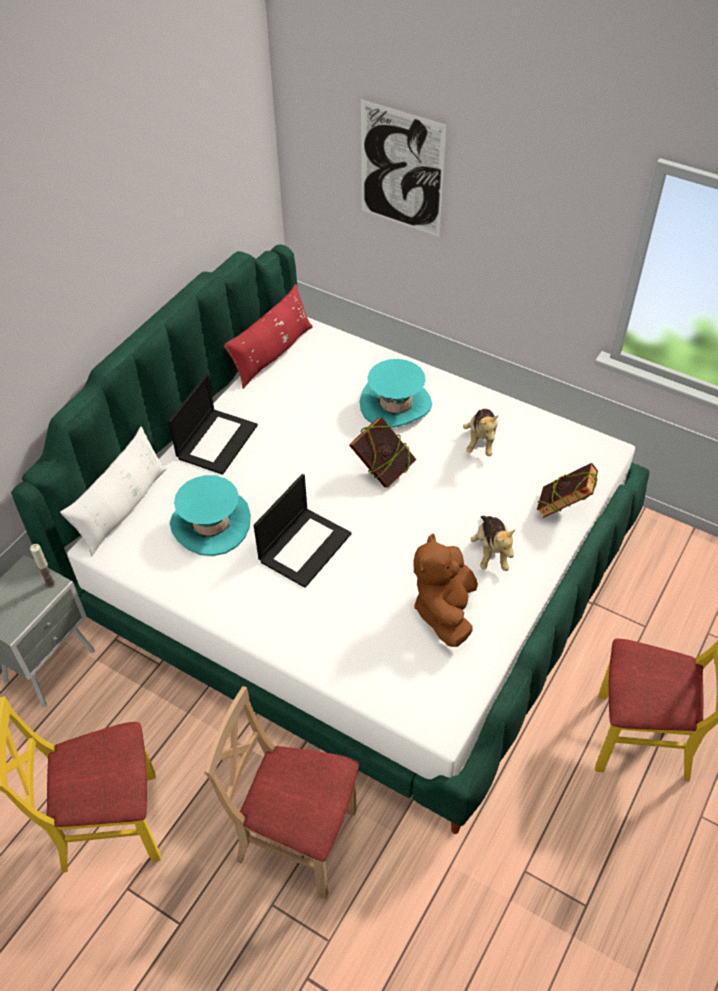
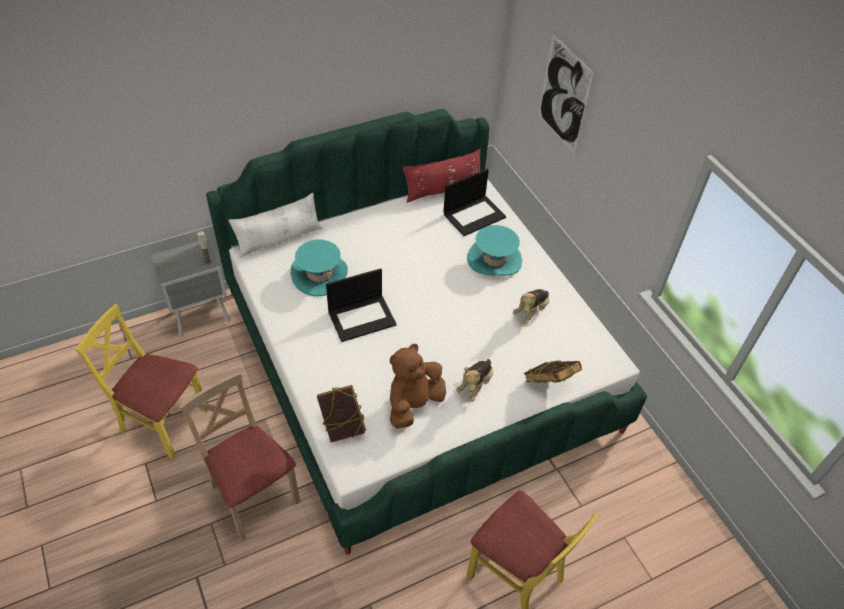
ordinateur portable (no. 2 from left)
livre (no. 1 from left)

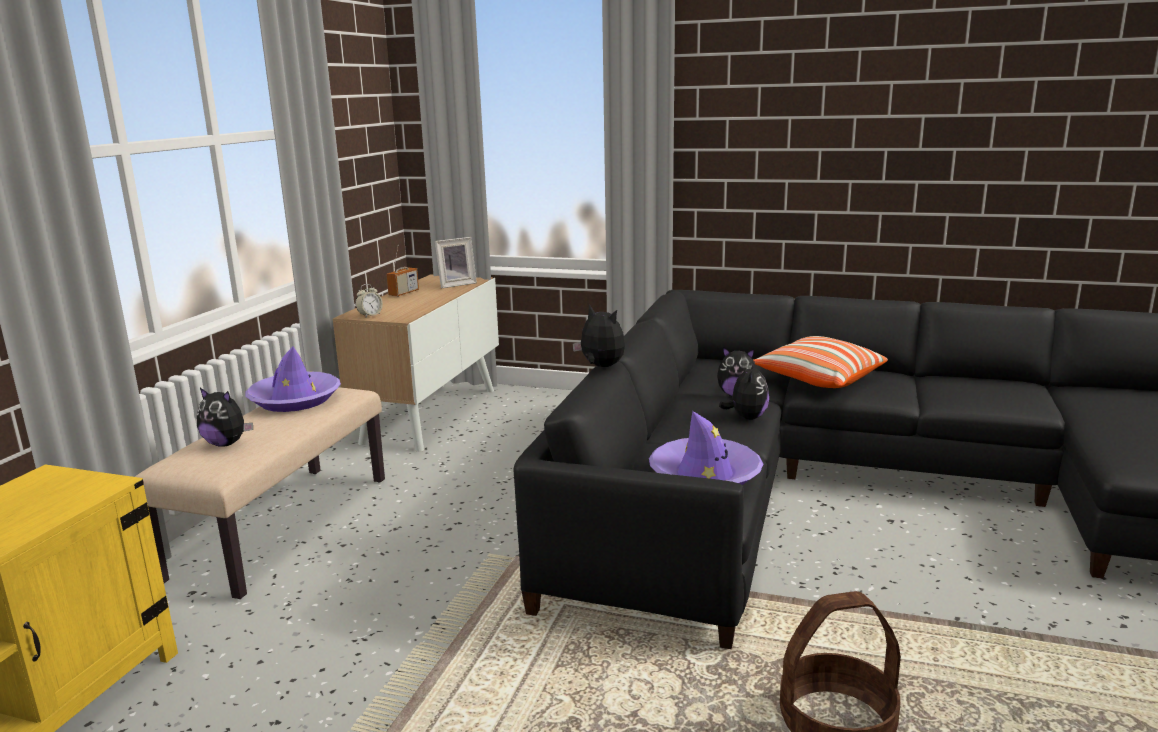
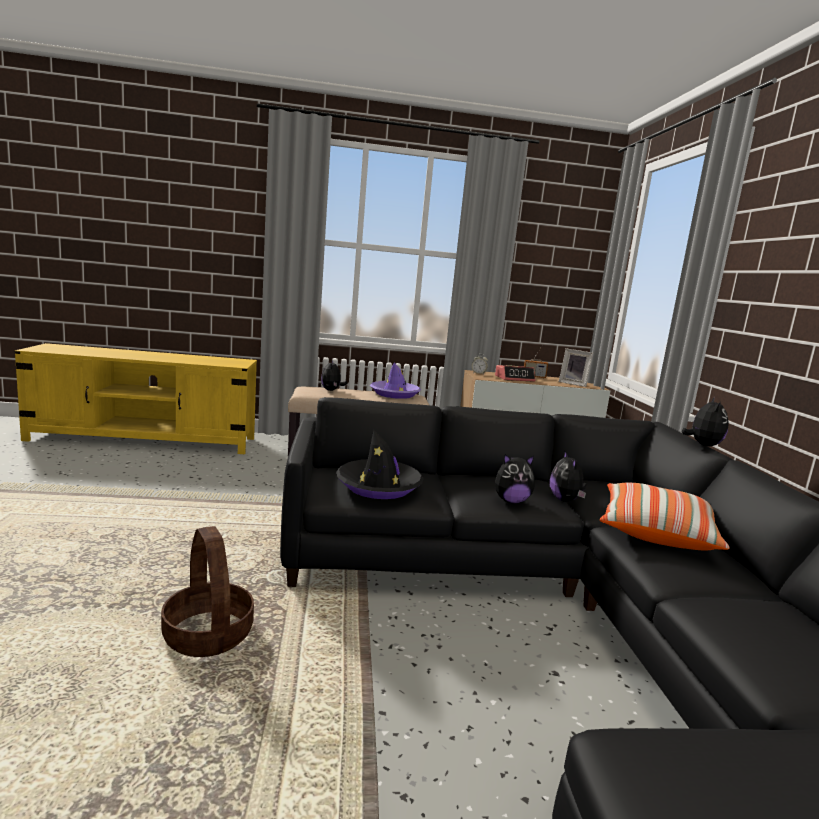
peluche (no. 4 from left)
chapeau [noir]
réveil (no. 2 from left)

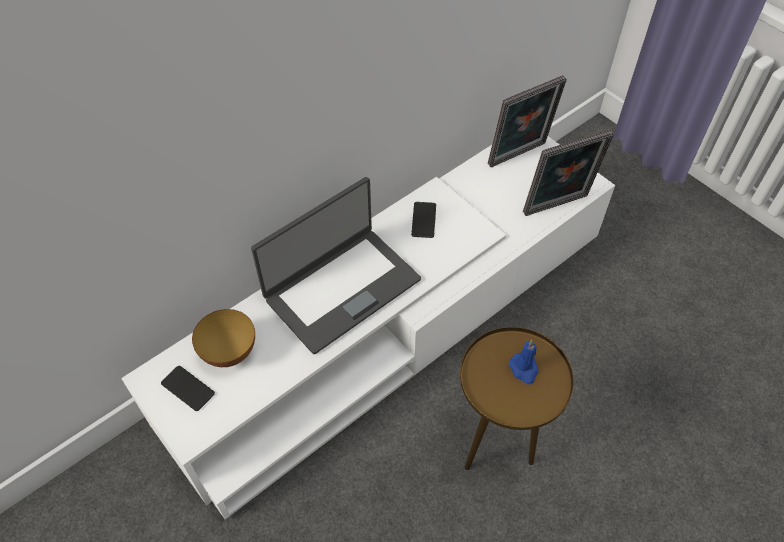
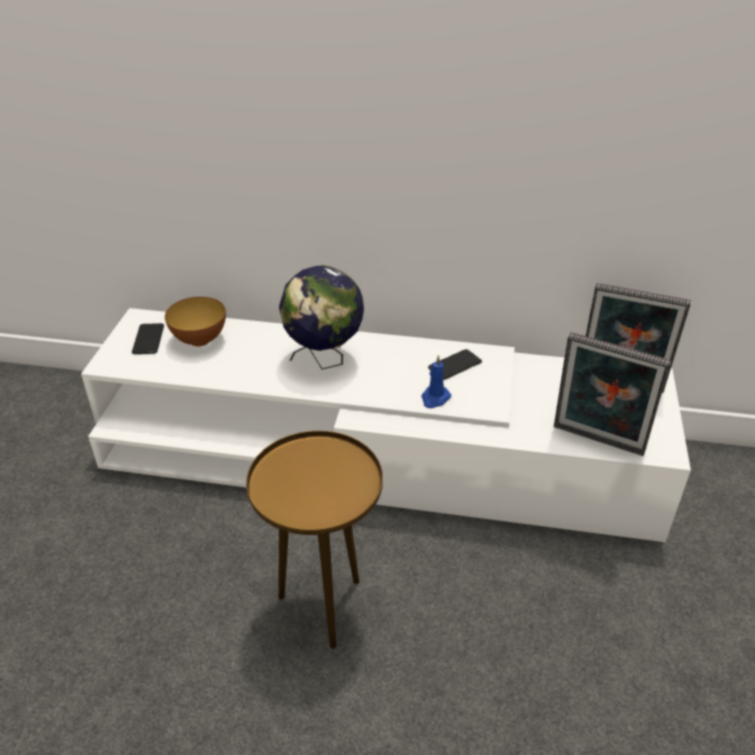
globe
bougie [bleu]

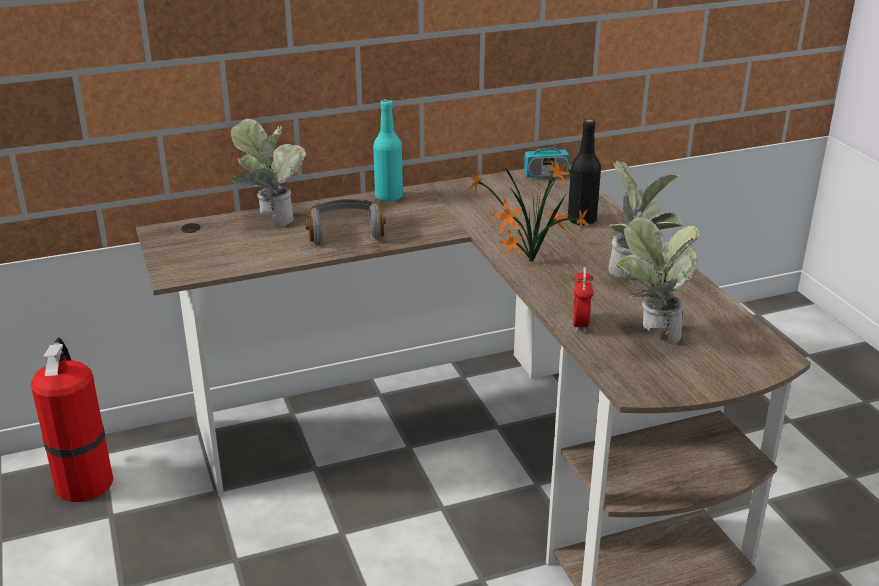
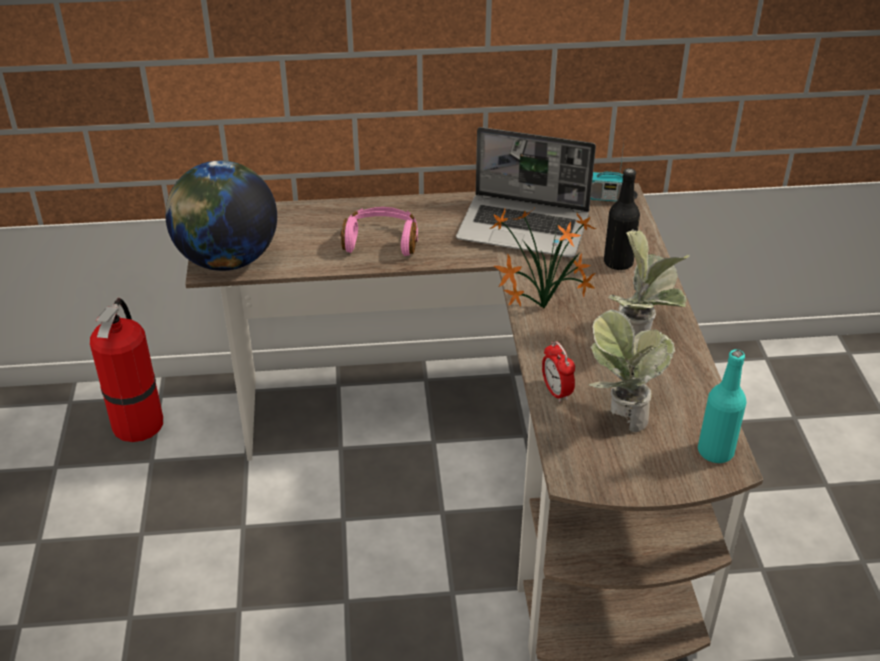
bouteille [turquoise]
plante en pot (no. 1 from left in the first image)
casque audio [rose]
réveil
ordinateur portable
globe

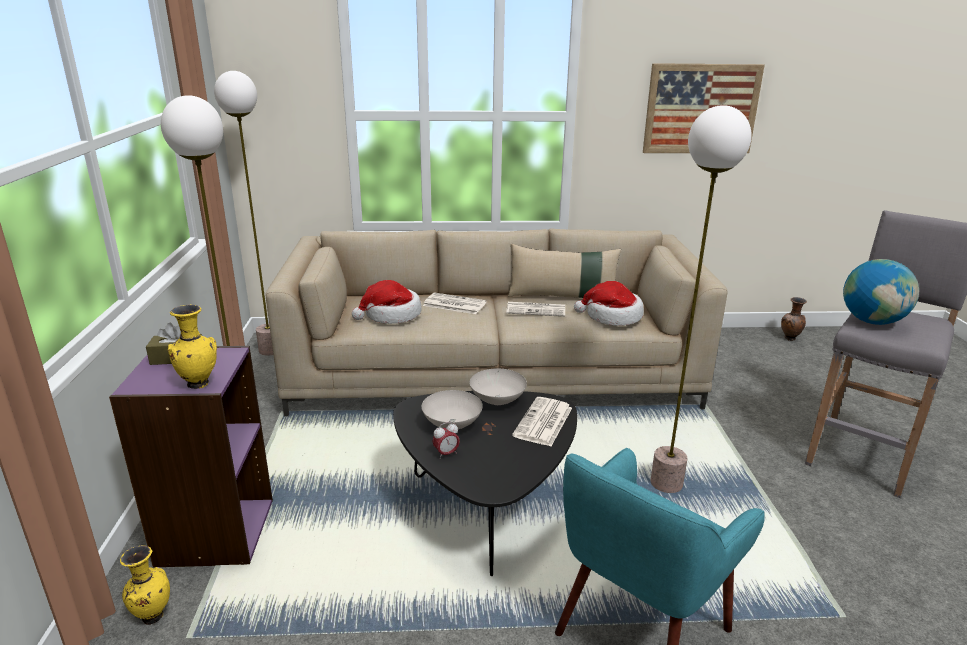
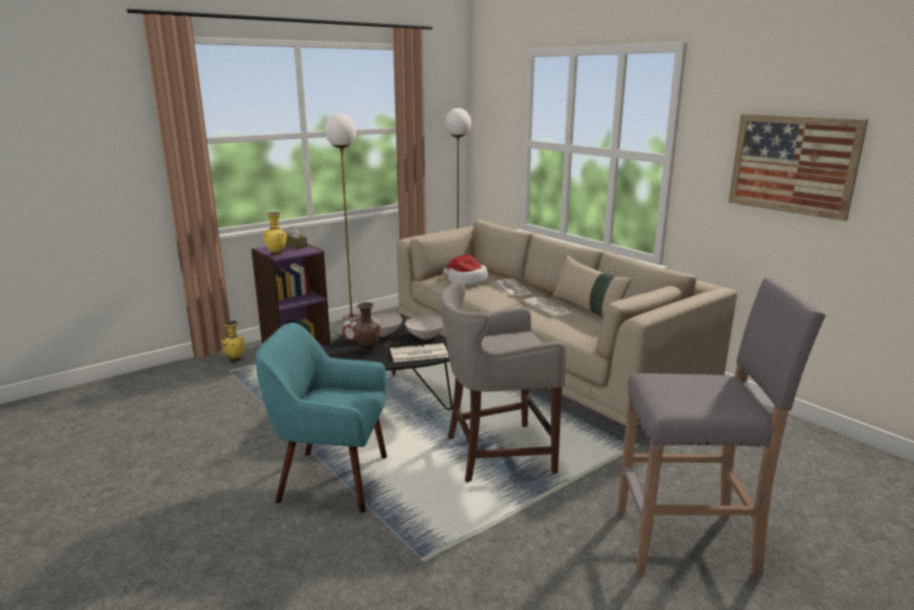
tabouret [gris] (no. 1 from left)
globe
chapeau (no. 2 from left in the first image)
vase [marron]

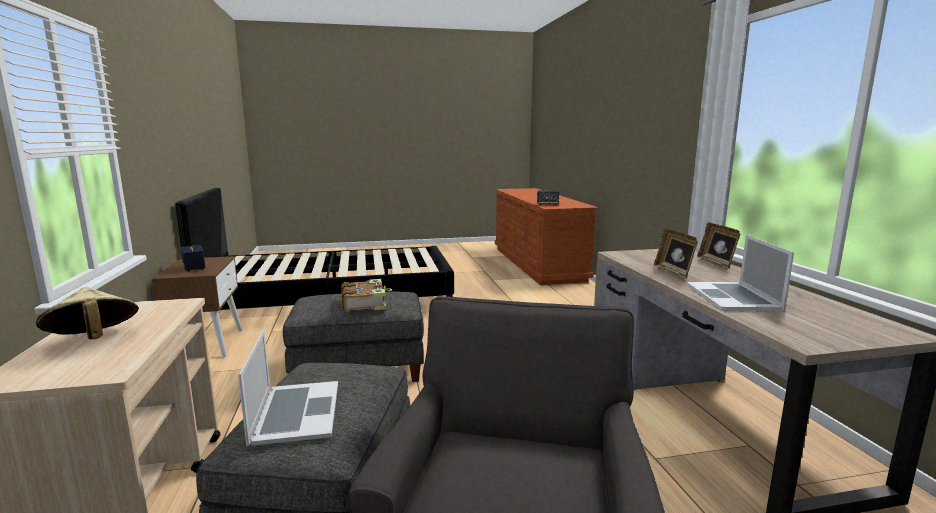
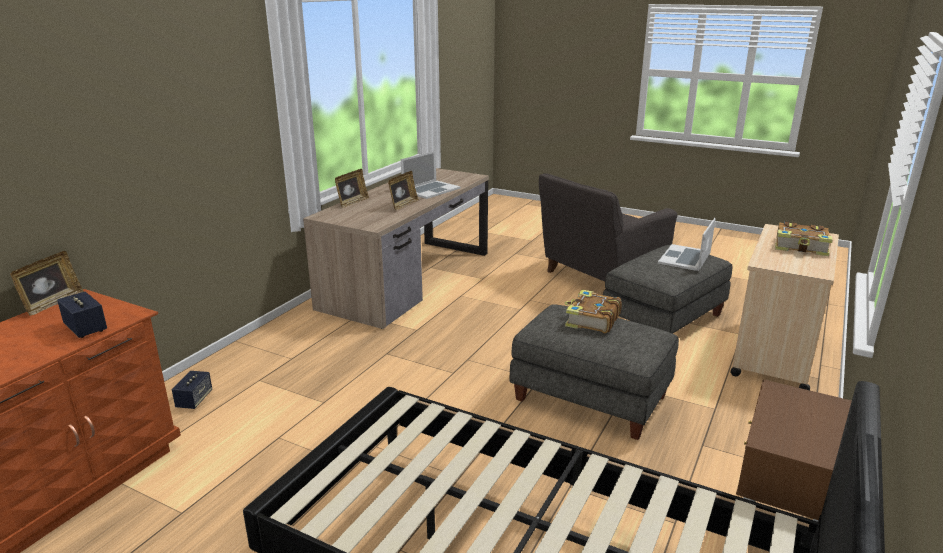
enceinte (no. 2 from left)
livre (no. 2 from left)
cadre photo (no. 1 from left)

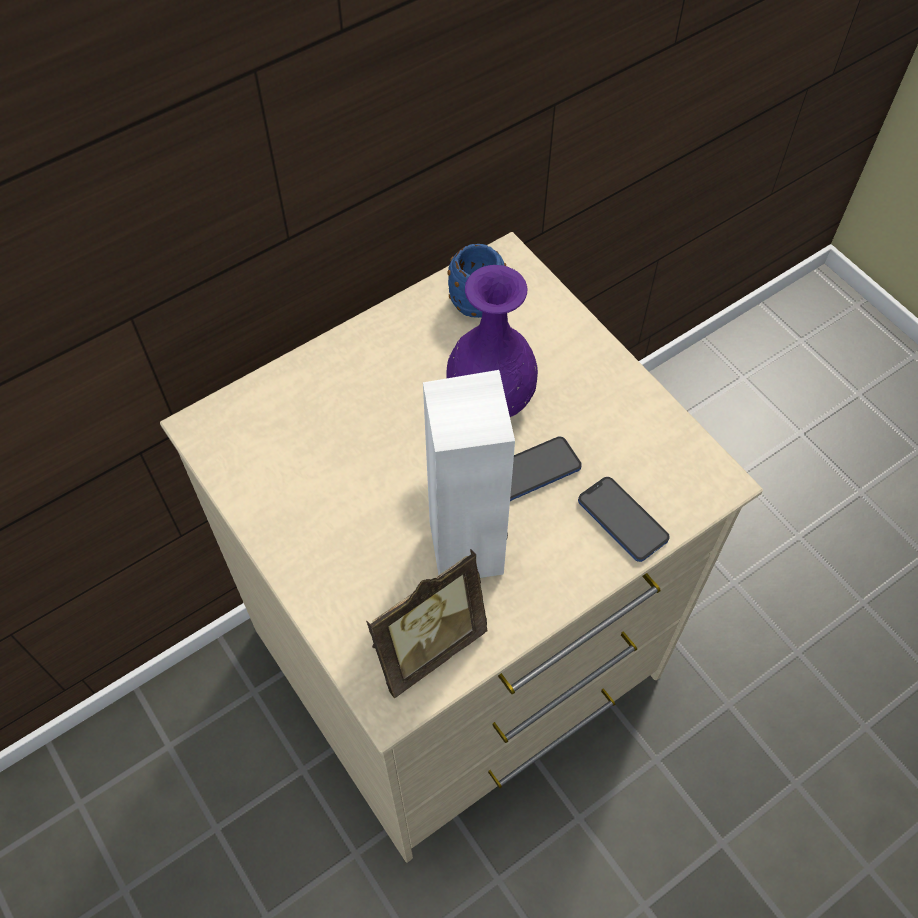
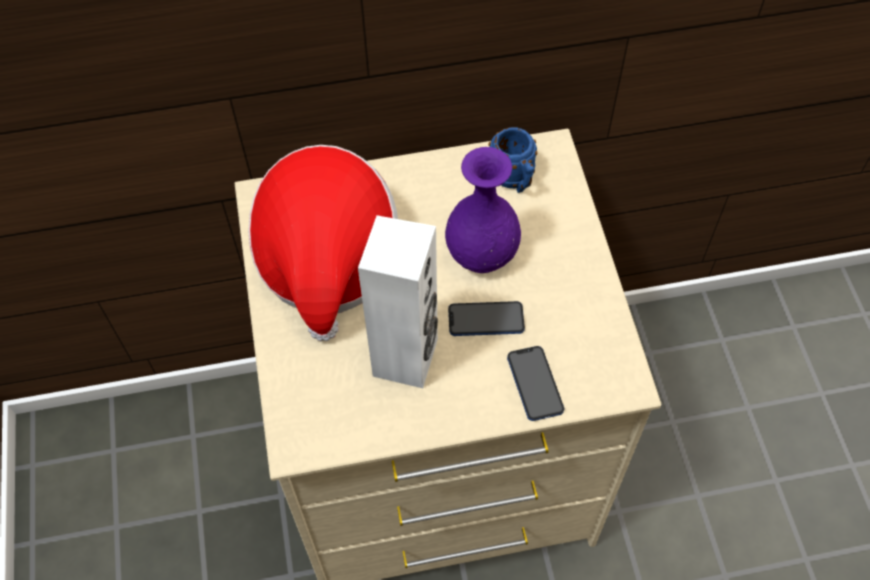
cadre photo
chapeau

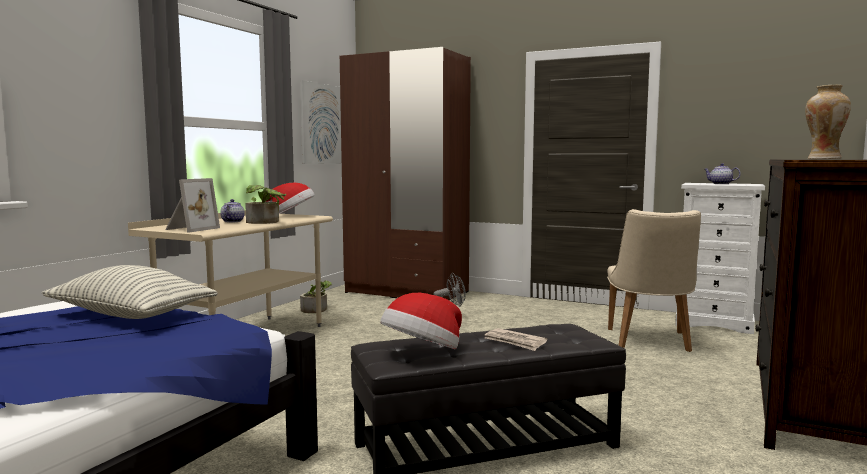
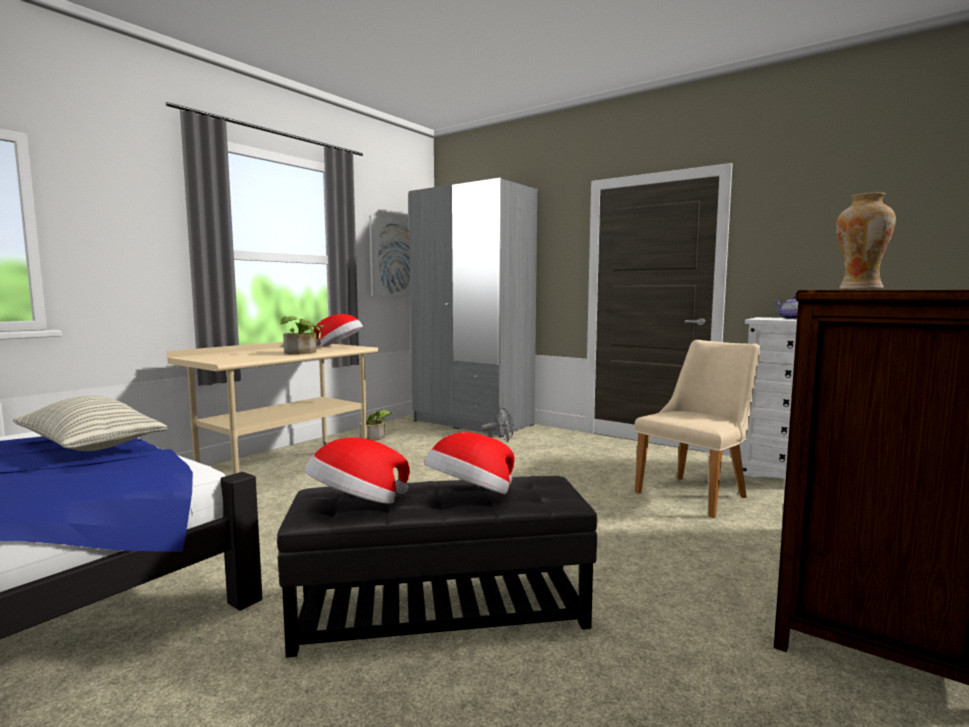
armoire [gris]
cadre photo
théière (no. 1 from left in the first image)
chaise [beige]
chapeau (no. 3 from left)

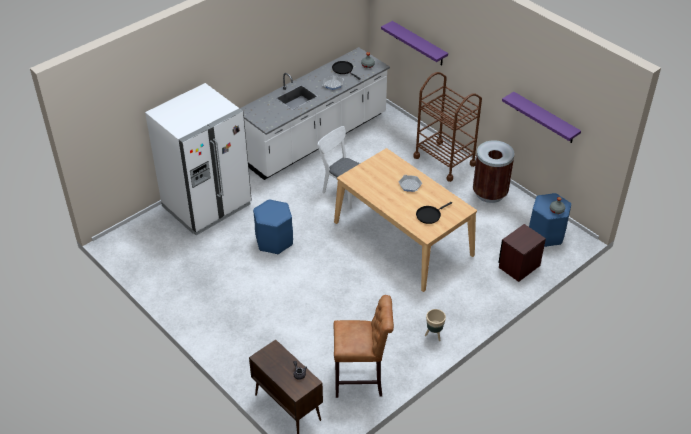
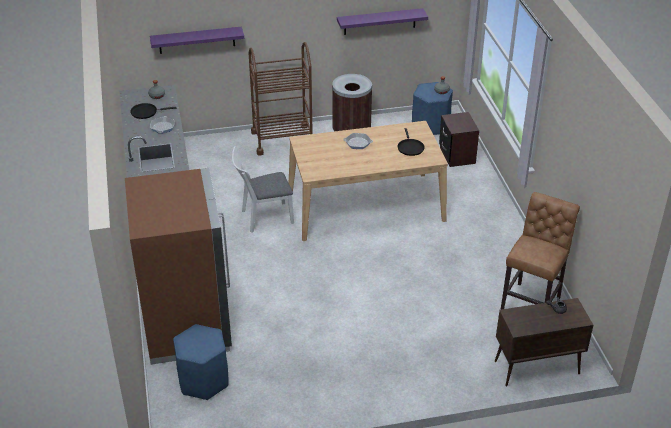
réfrigérateur [marron]
tabouret [bleu] (no. 1 from left)
cache-pot [beige]

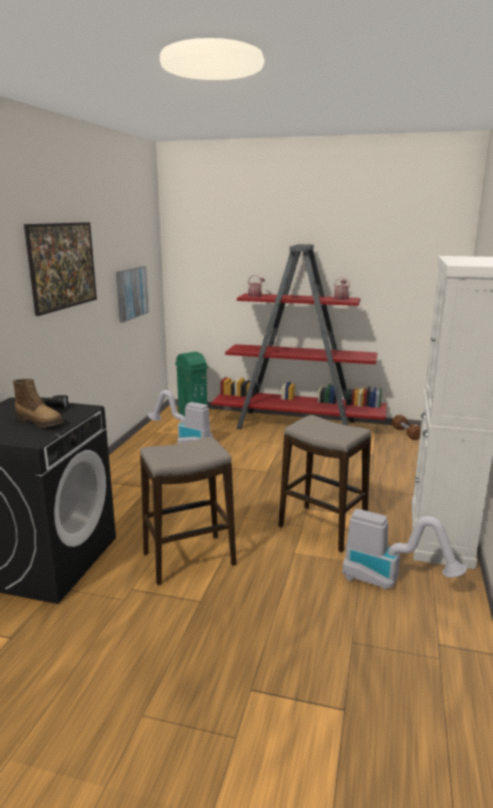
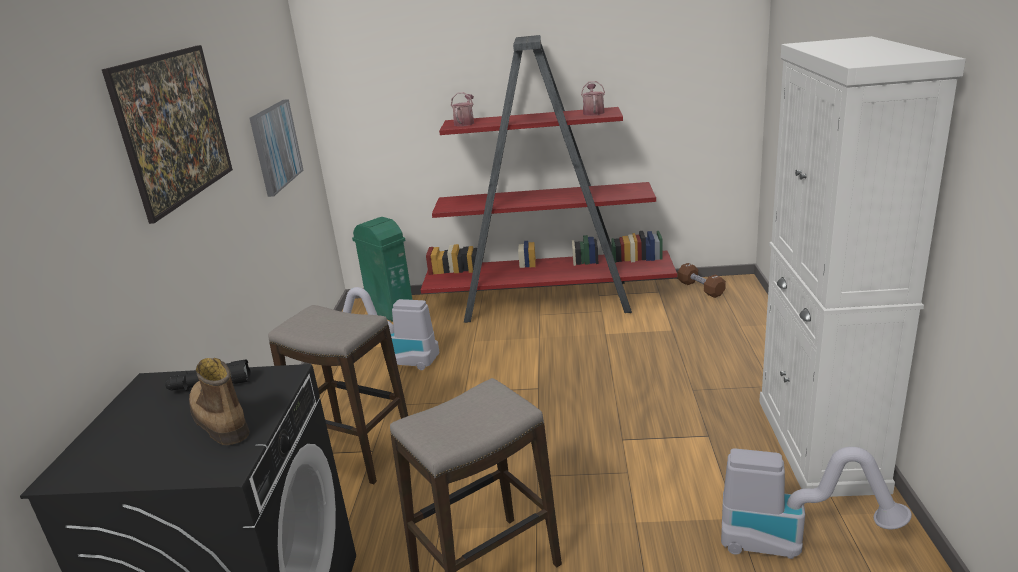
botte
tabouret (no. 1 from left)

